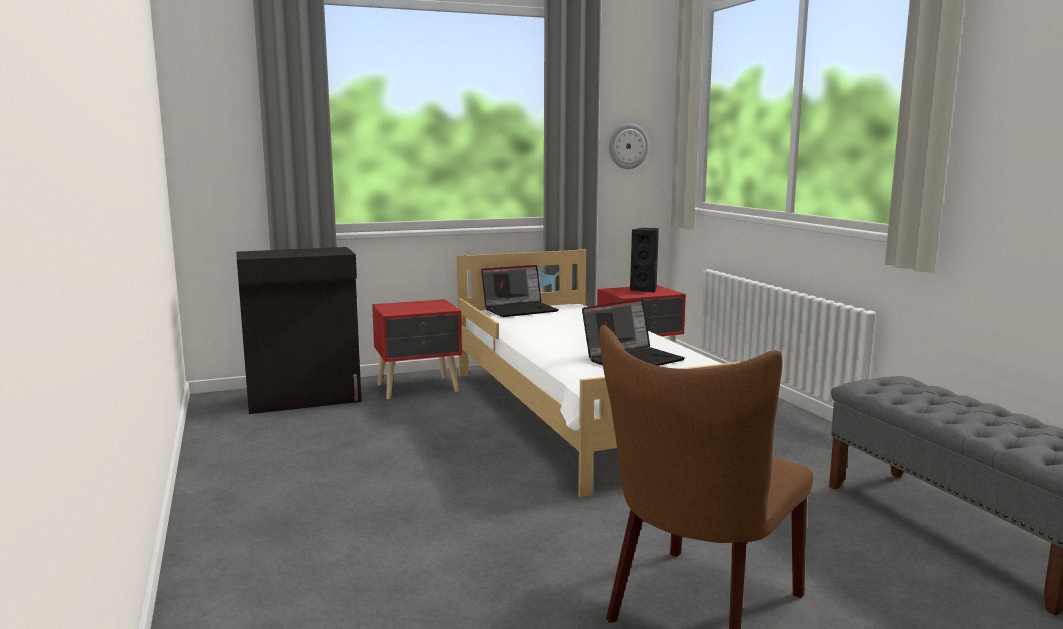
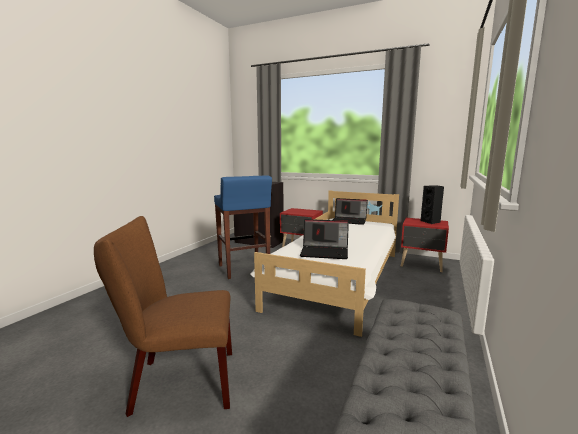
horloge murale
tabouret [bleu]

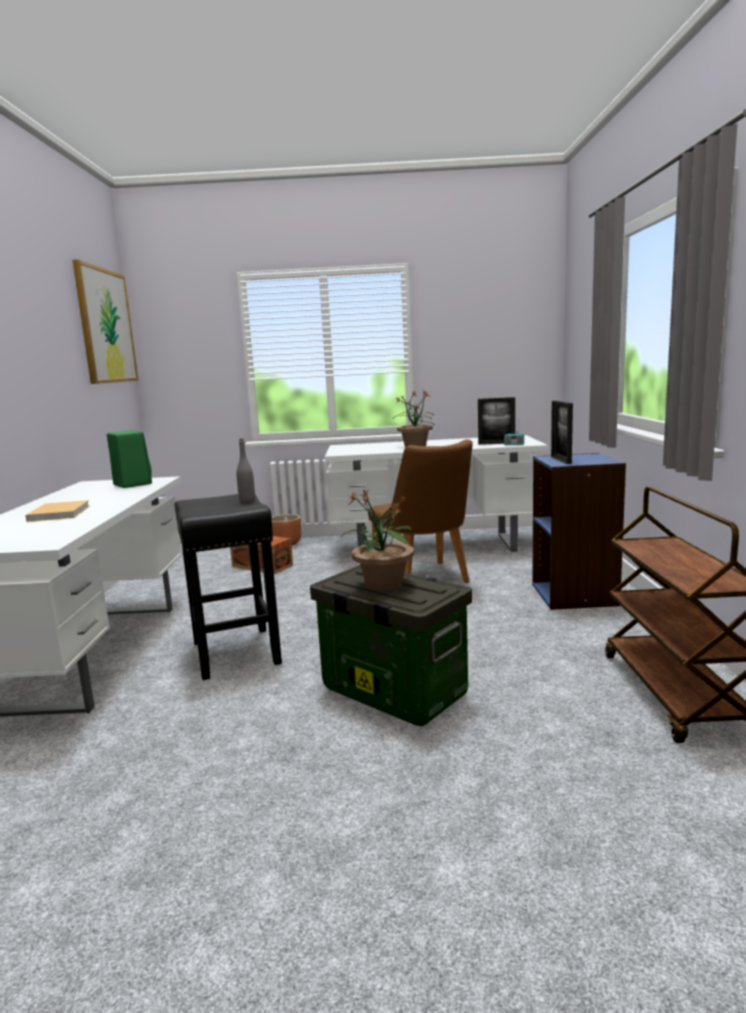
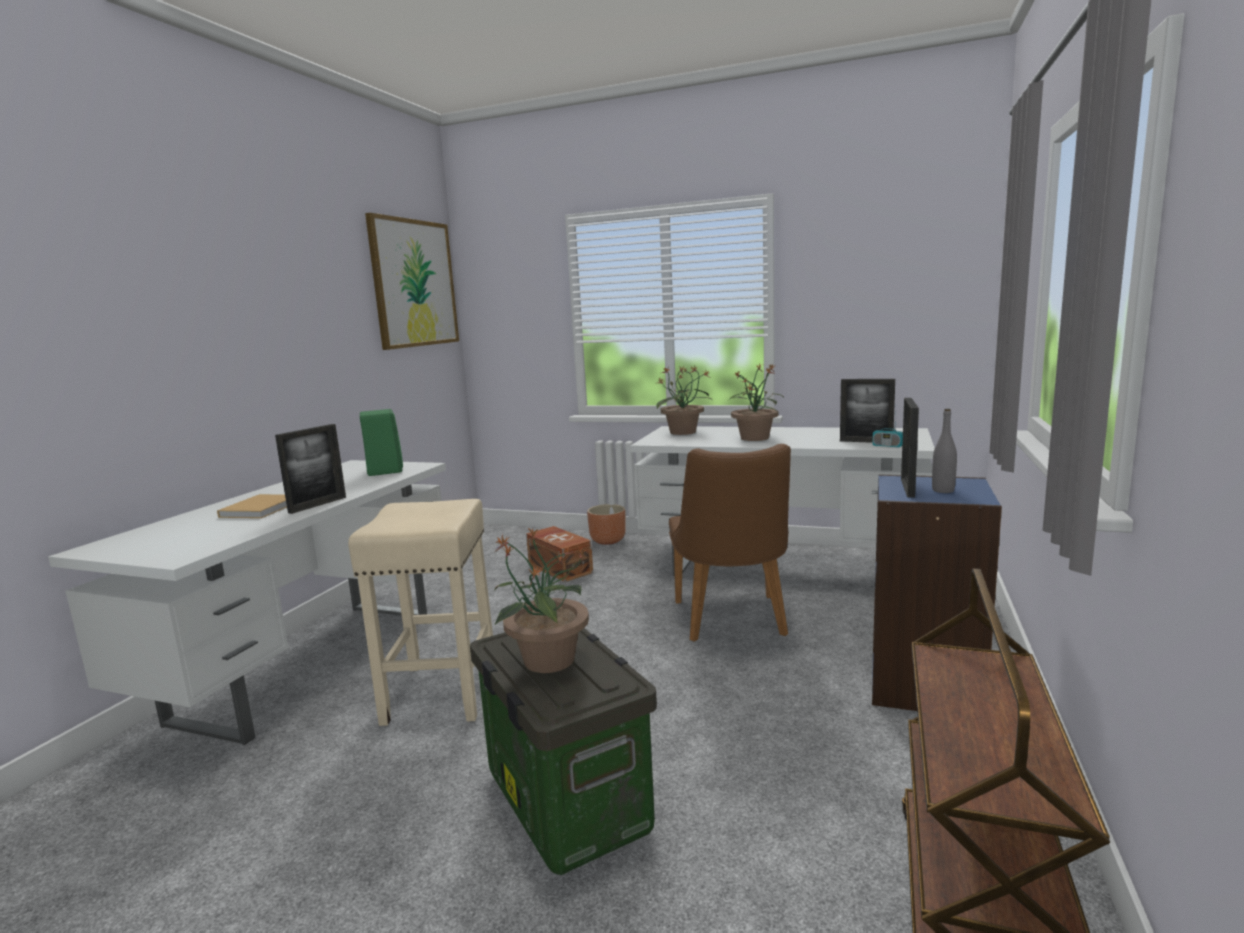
bouteille [gris]
tabouret [beige]
plante en pot (no. 2 from left)
cadre photo (no. 1 from left)

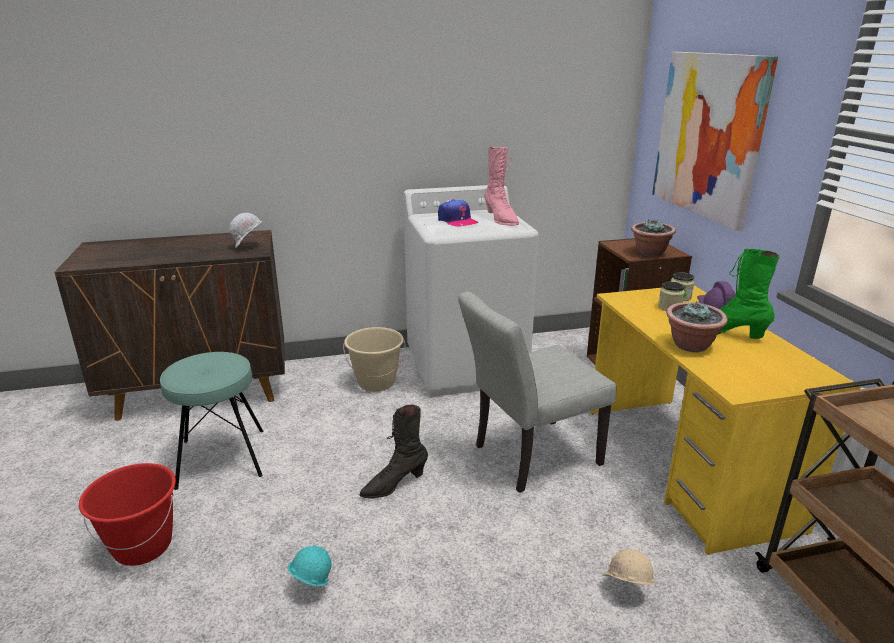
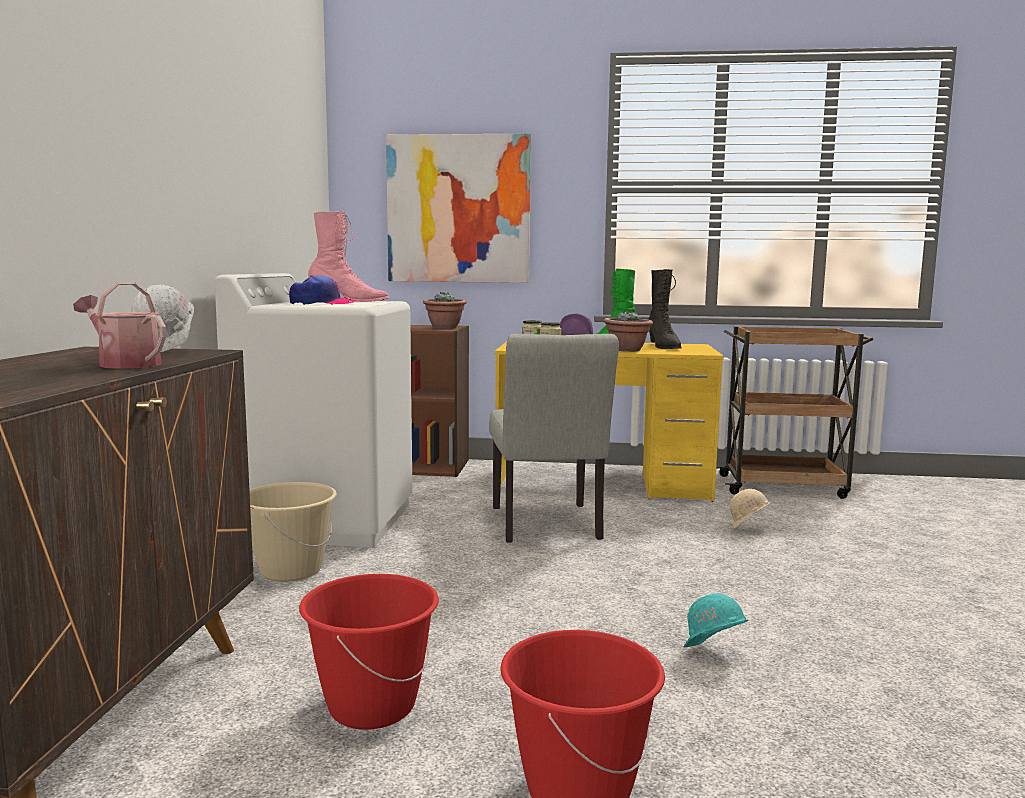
seau [rouge] (no. 1 from left)
botte [noir]
arrosoir

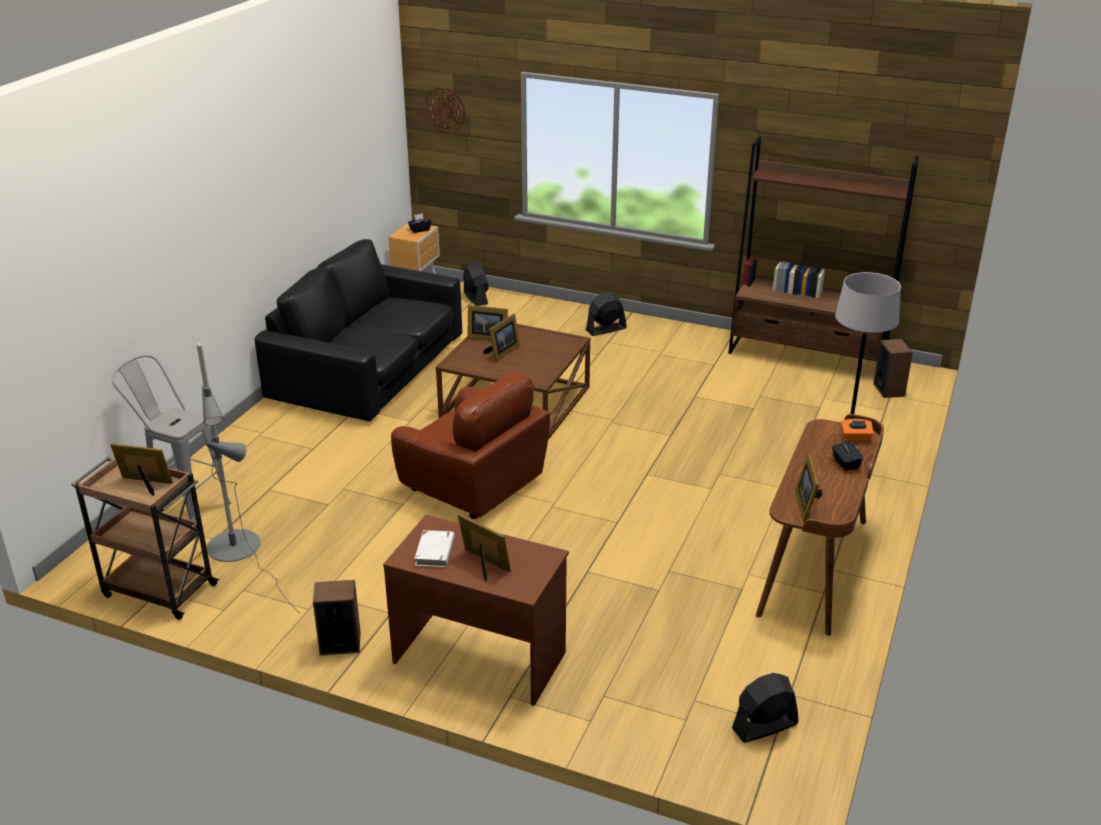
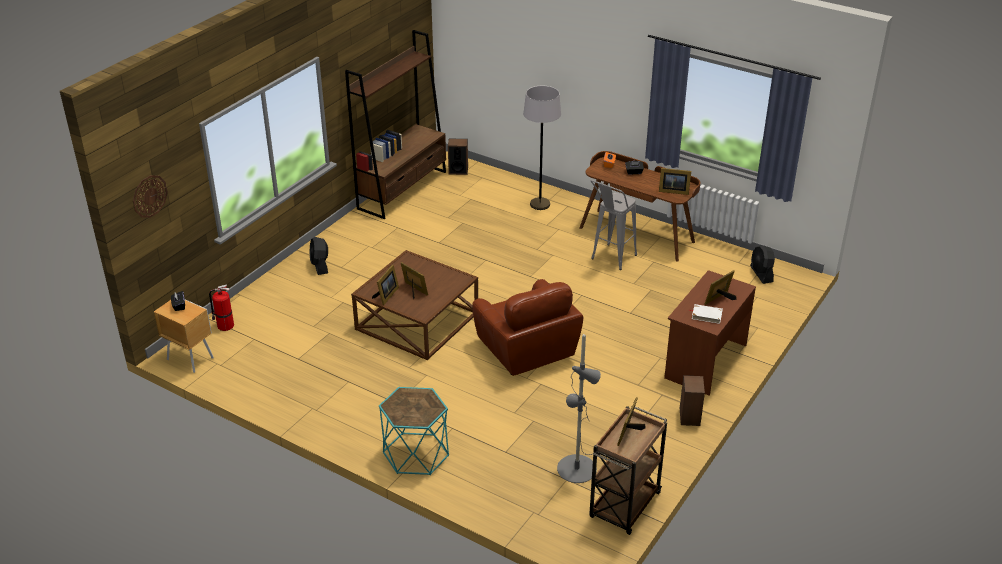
canapé [noir]
extincteur
tabouret [gris]
fauteuil [marron]
table d'appoint [turquoise]

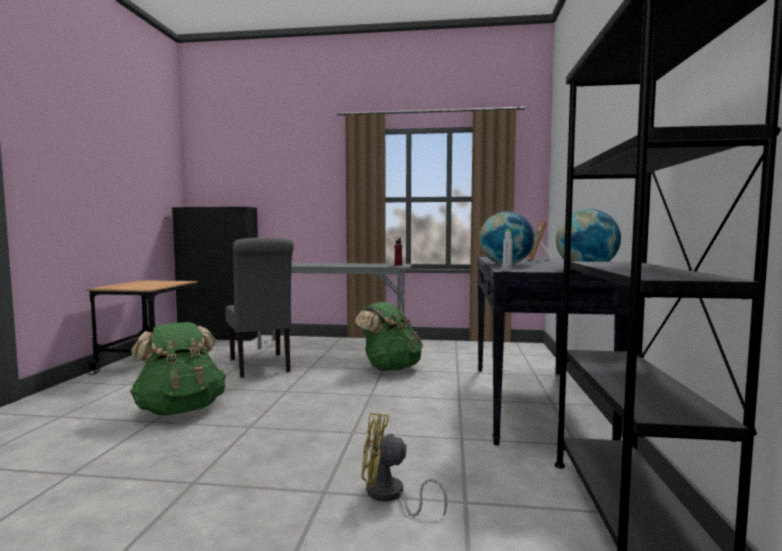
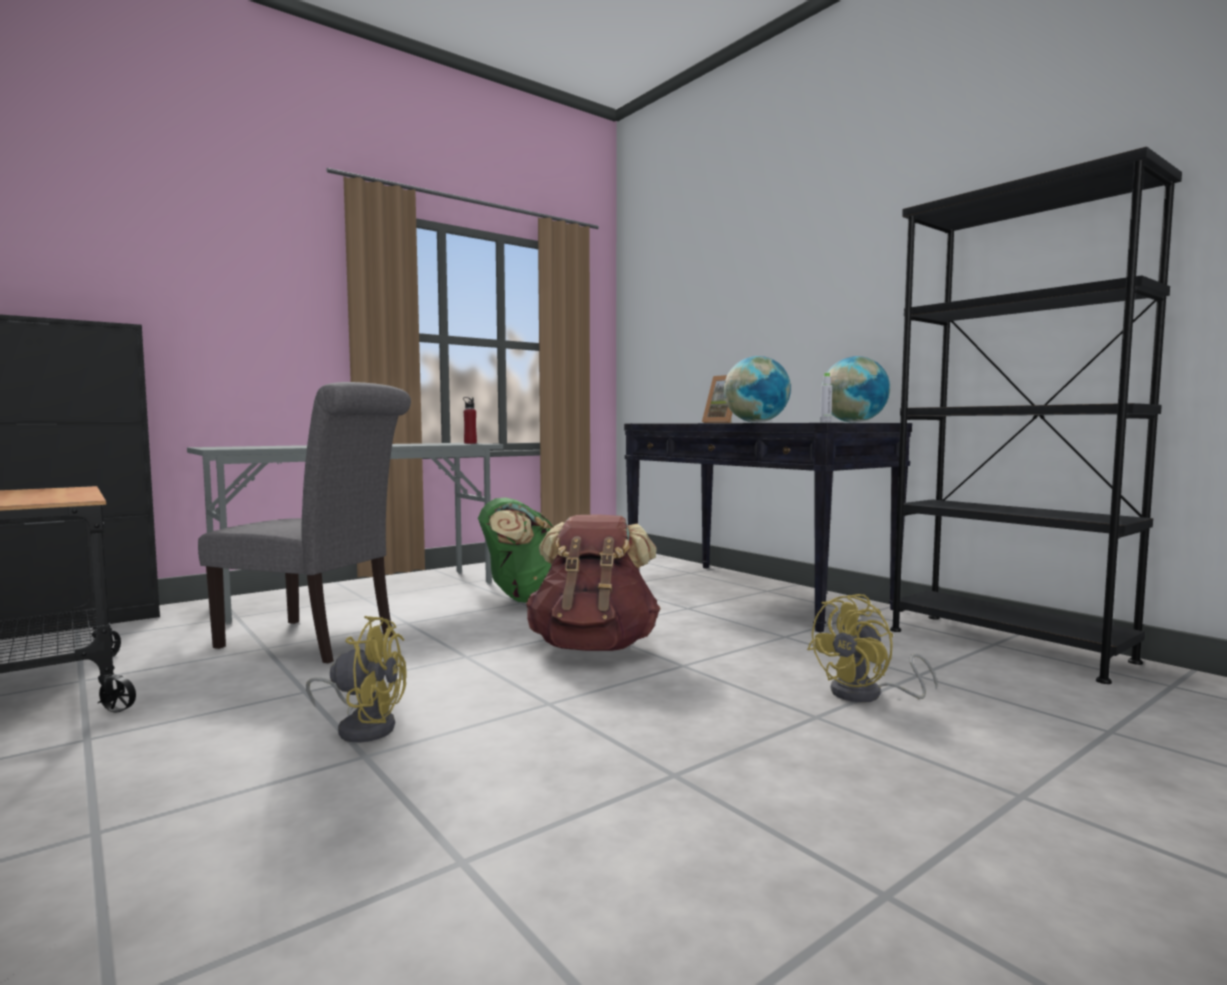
ventilateur [jaune] (no. 1 from left)
sac à dos [marron]

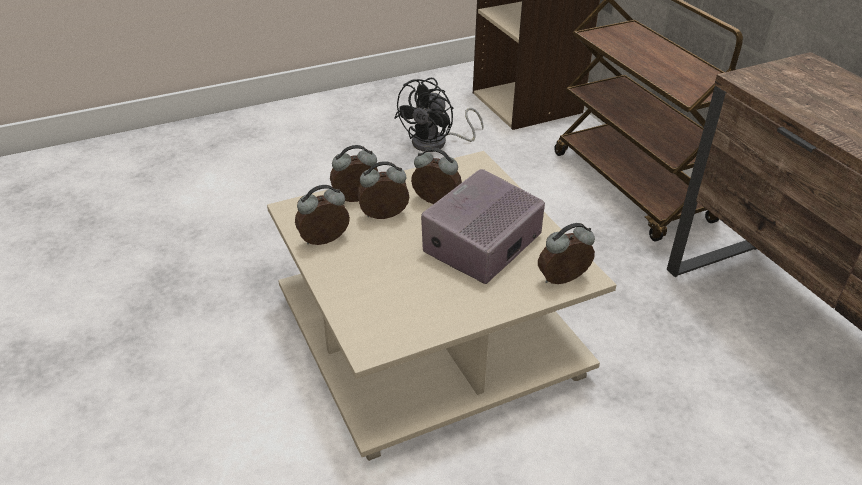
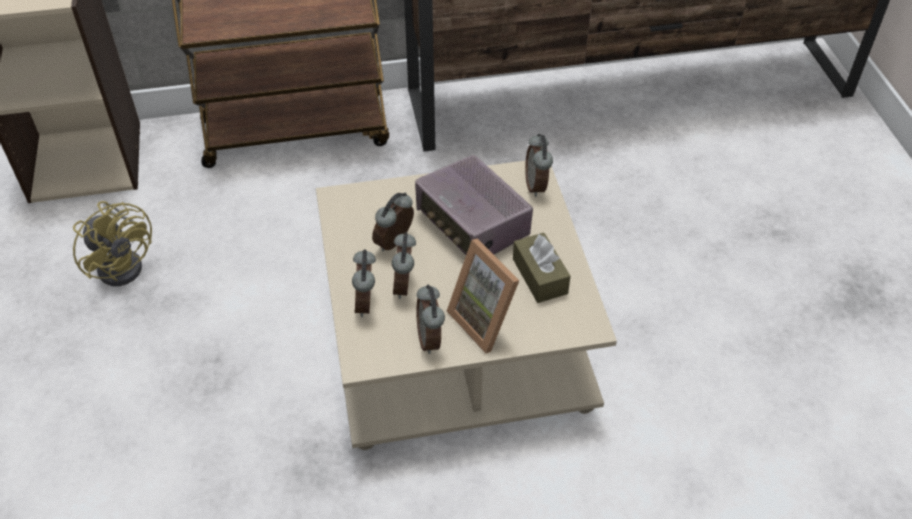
ventilateur [jaune]
boîte à mouchoirs [marron]
cadre photo

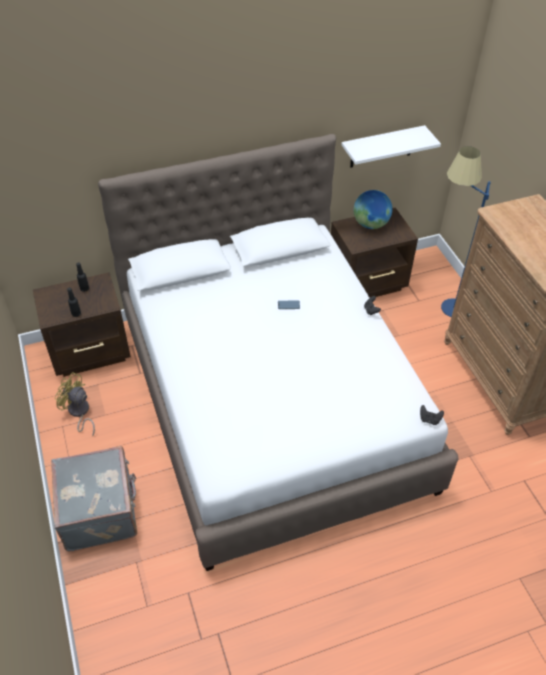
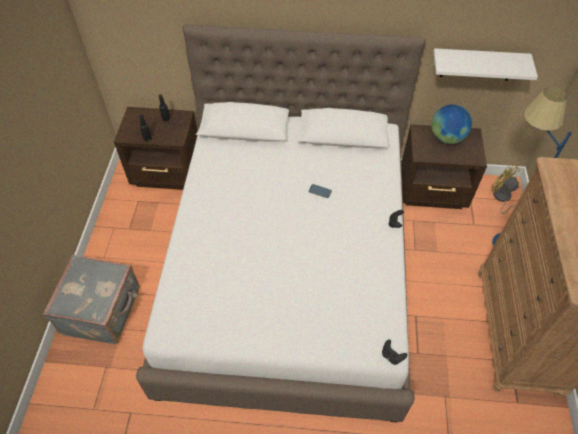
ventilateur [jaune]

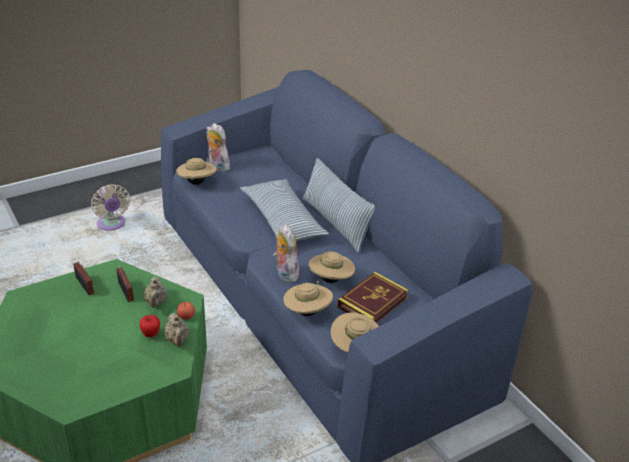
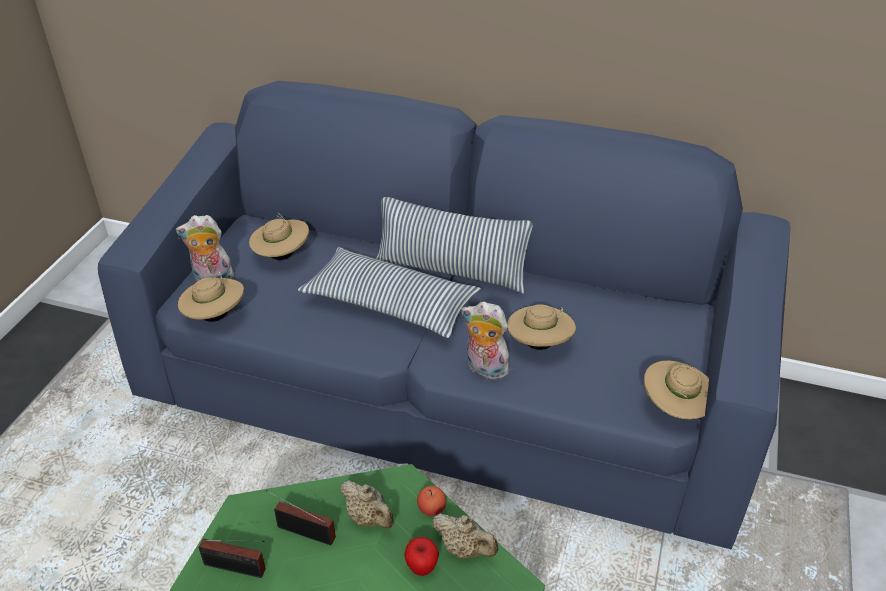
ventilateur [beige]
livre
chapeau [beige] (no. 2 from left)

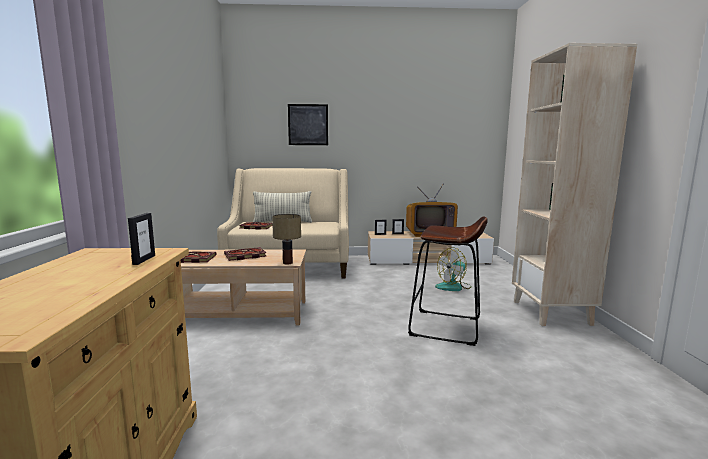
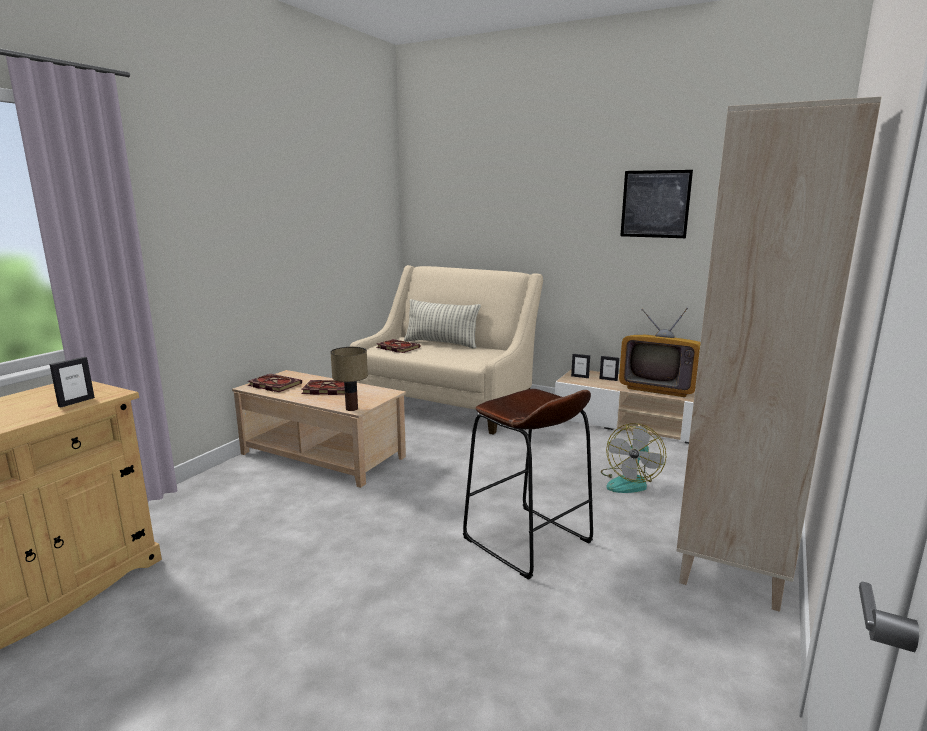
tableau
ventilateur

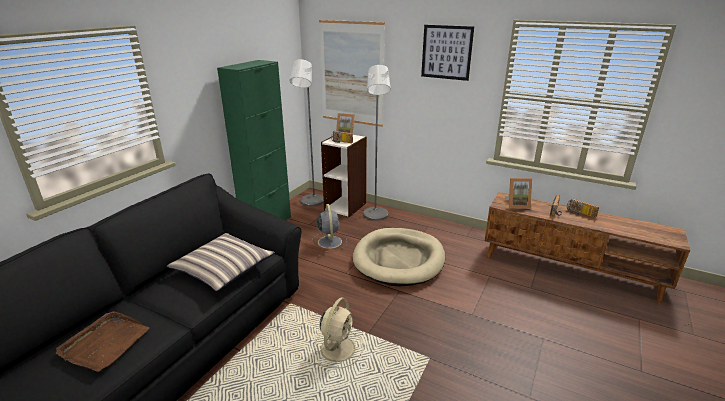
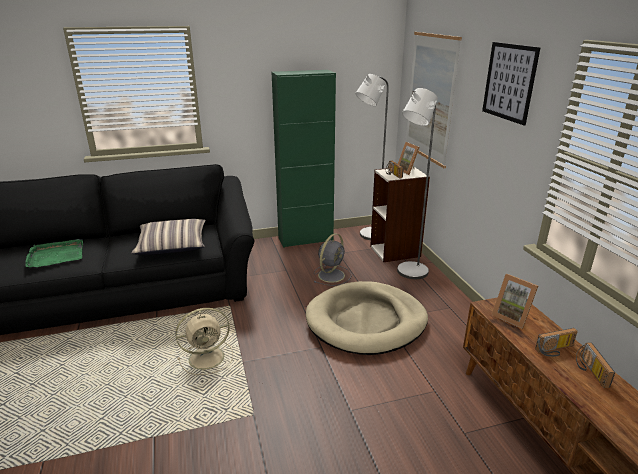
plateau [vert]

